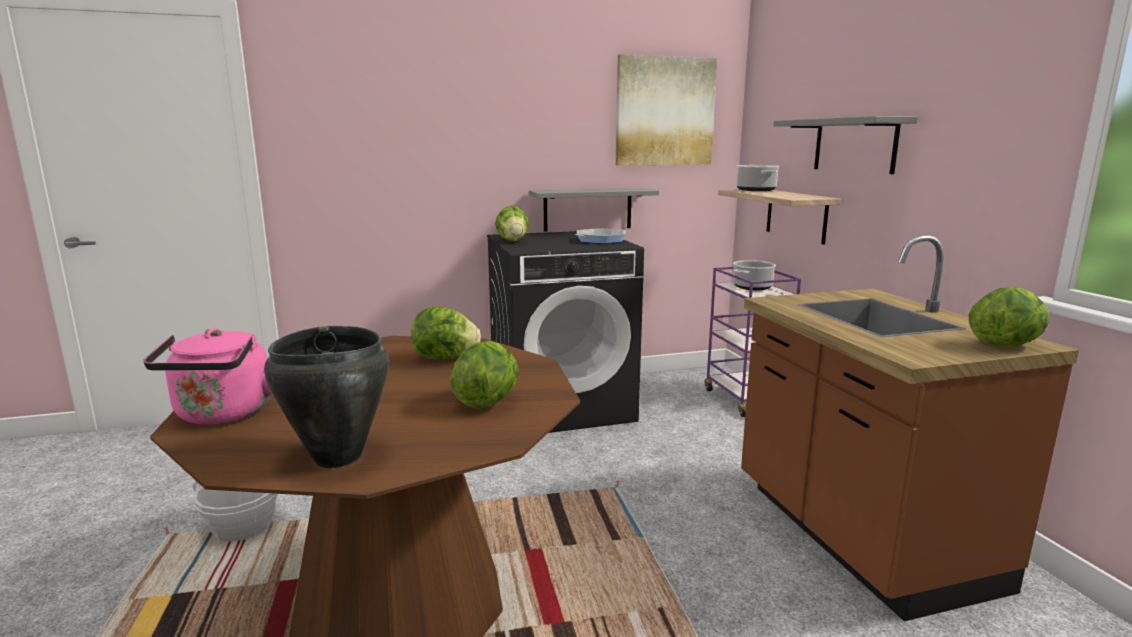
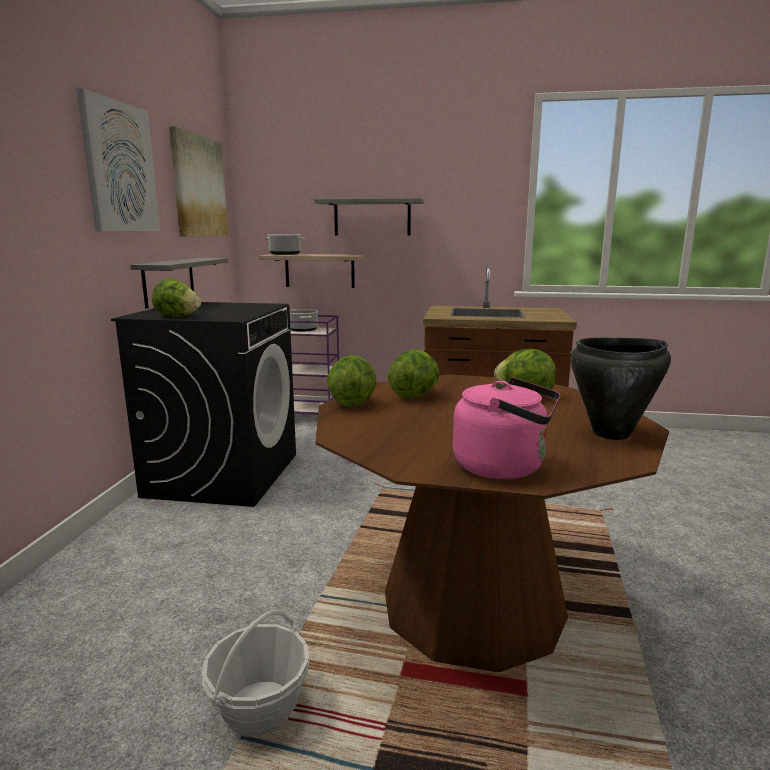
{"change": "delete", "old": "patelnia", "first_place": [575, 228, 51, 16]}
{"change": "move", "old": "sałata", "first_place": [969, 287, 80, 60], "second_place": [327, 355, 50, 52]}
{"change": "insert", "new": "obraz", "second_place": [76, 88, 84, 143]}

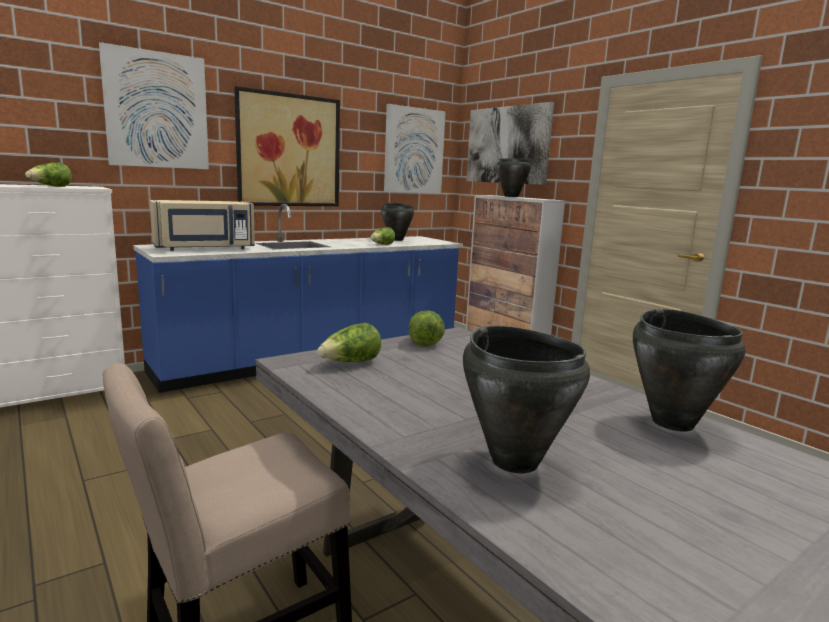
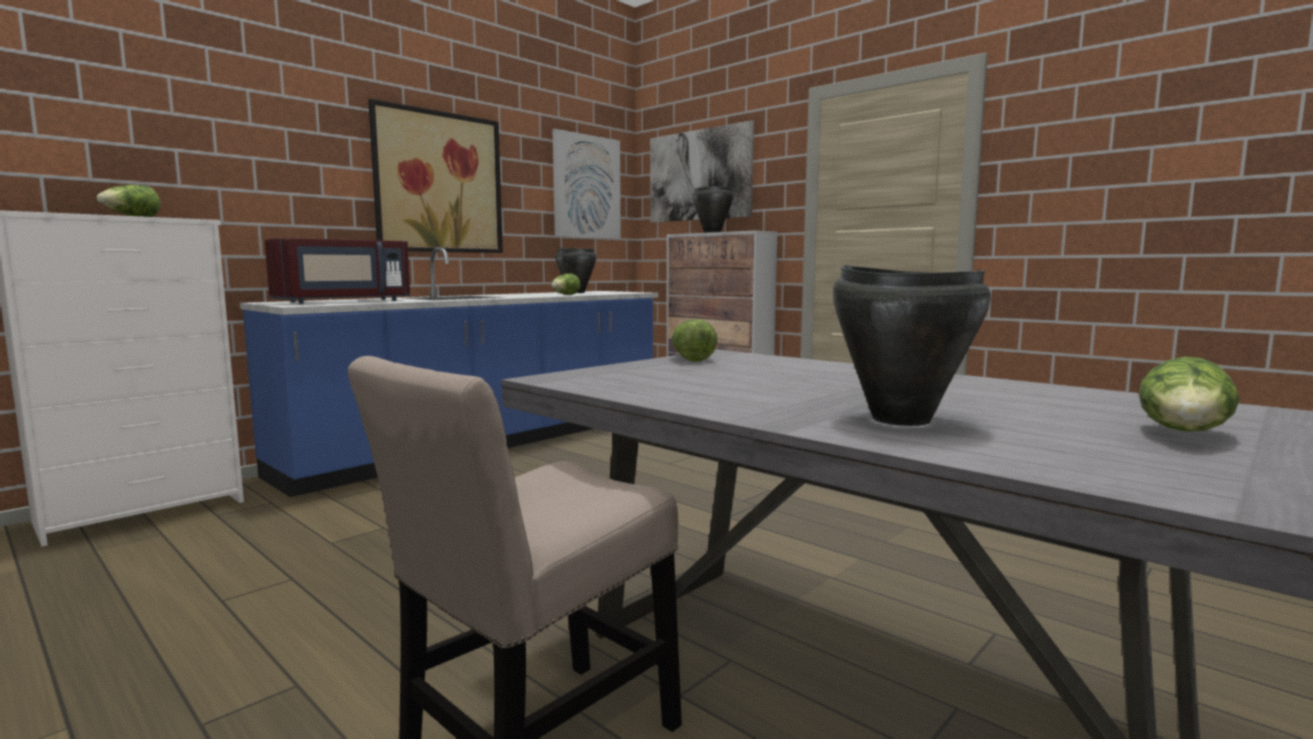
{"change": "delete", "old": "obraz", "first_place": [99, 42, 110, 127]}
{"change": "recolor", "old": "mikrofalówka [beżowy]", "new": "mikrofalówka [czerwony]", "first_place": [149, 200, 106, 51], "second_place": [265, 238, 145, 66]}
{"change": "move", "old": "sałata", "first_place": [317, 323, 64, 39], "second_place": [1139, 357, 100, 75]}
{"change": "delete", "old": "garnek [czarny]", "first_place": [633, 309, 113, 122]}

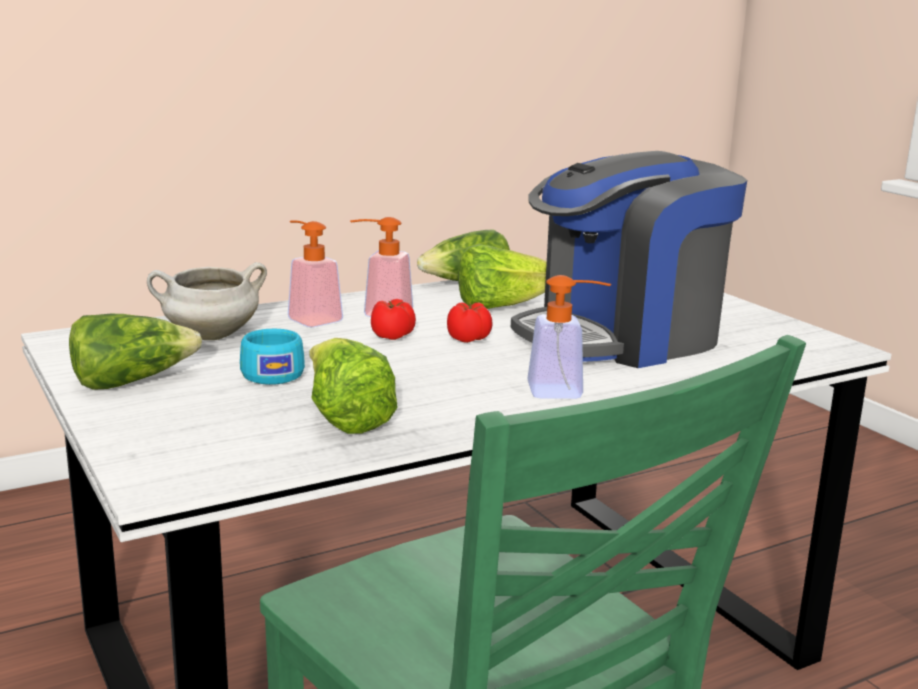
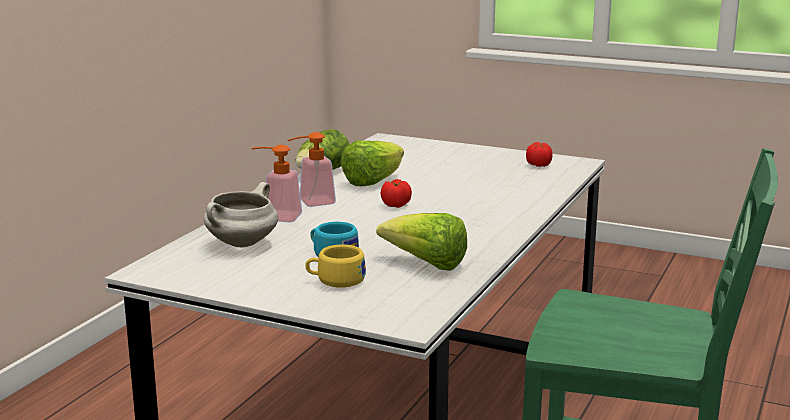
{"change": "delete", "old": "sałata", "first_place": [69, 314, 133, 76]}
{"change": "move", "old": "pomidor", "first_place": [371, 299, 45, 41], "second_place": [526, 142, 27, 25]}
{"change": "delete", "old": "ekspres do kawy", "first_place": [511, 151, 236, 217]}
{"change": "delete", "old": "dozownik mydła", "first_place": [527, 275, 84, 124]}
{"change": "insert", "new": "filiżanka [żółty]", "second_place": [305, 244, 61, 44]}

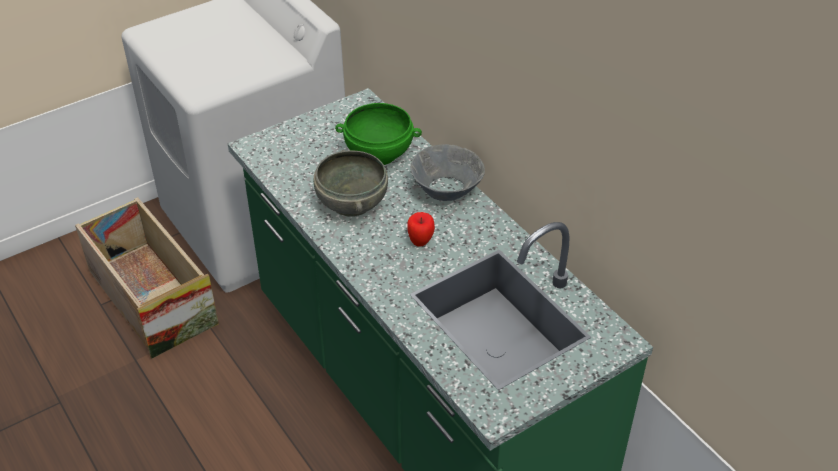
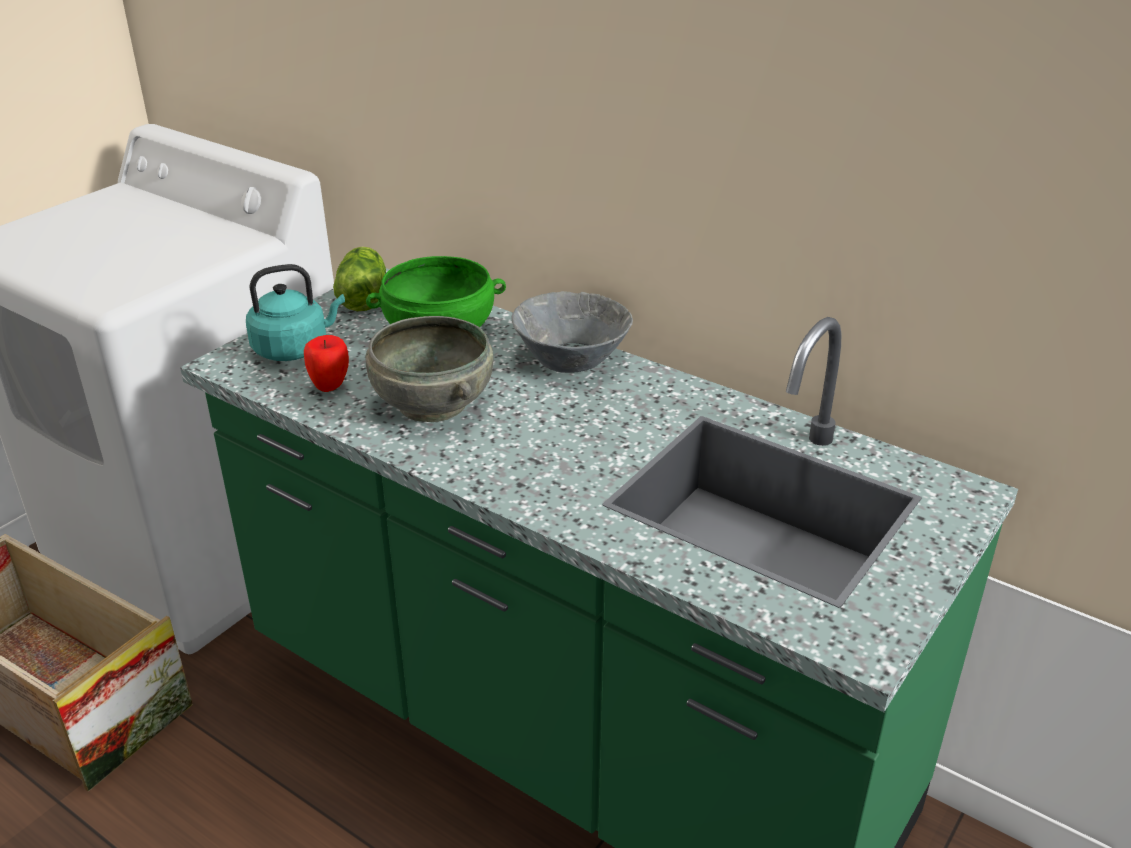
{"change": "move", "old": "jabłko", "first_place": [407, 212, 28, 35], "second_place": [304, 335, 45, 57]}
{"change": "insert", "new": "czajnik [turkusowy]", "second_place": [246, 264, 99, 97]}
{"change": "insert", "new": "sałata", "second_place": [333, 247, 53, 64]}

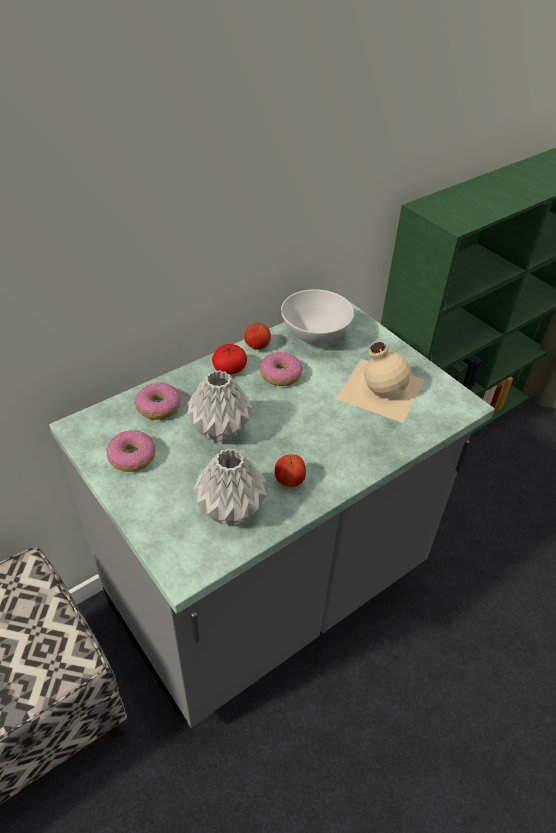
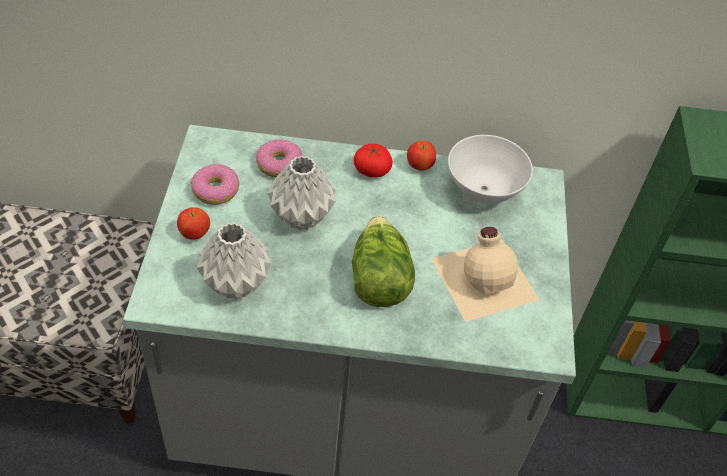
{"change": "delete", "old": "donut", "first_place": [260, 352, 43, 34]}
{"change": "move", "old": "jabłko", "first_place": [275, 455, 31, 32], "second_place": [177, 207, 33, 33]}
{"change": "insert", "new": "sałata", "second_place": [352, 216, 63, 91]}

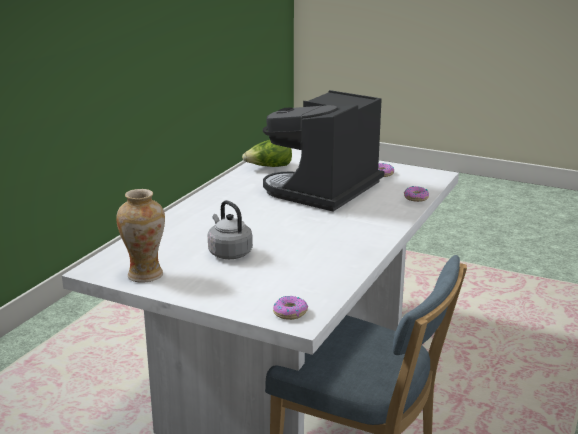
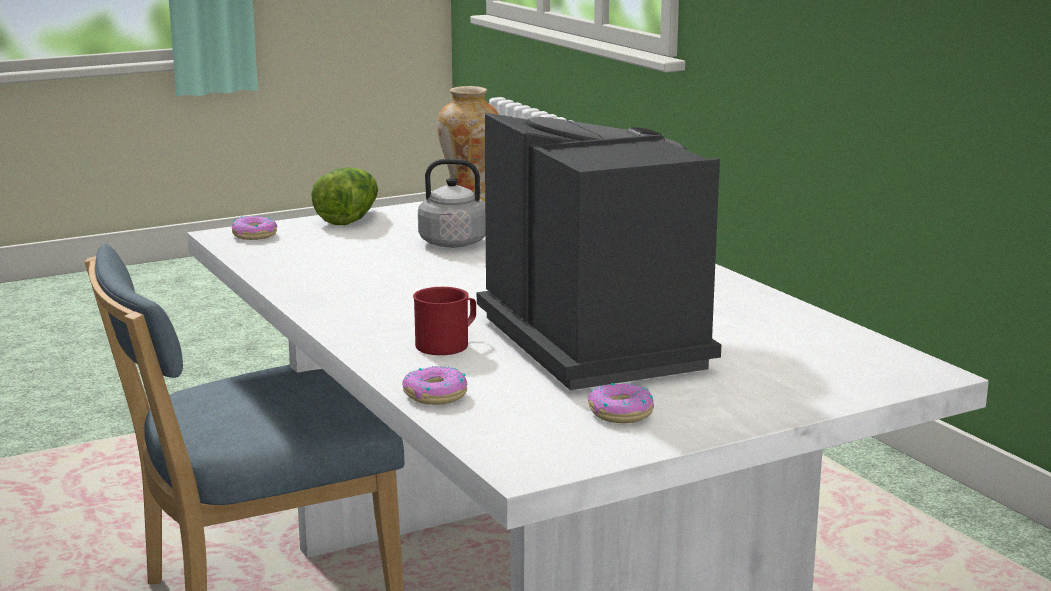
{"change": "move", "old": "sałata", "first_place": [242, 140, 50, 27], "second_place": [311, 168, 67, 57]}
{"change": "insert", "new": "kubek [czerwony]", "second_place": [413, 287, 63, 68]}

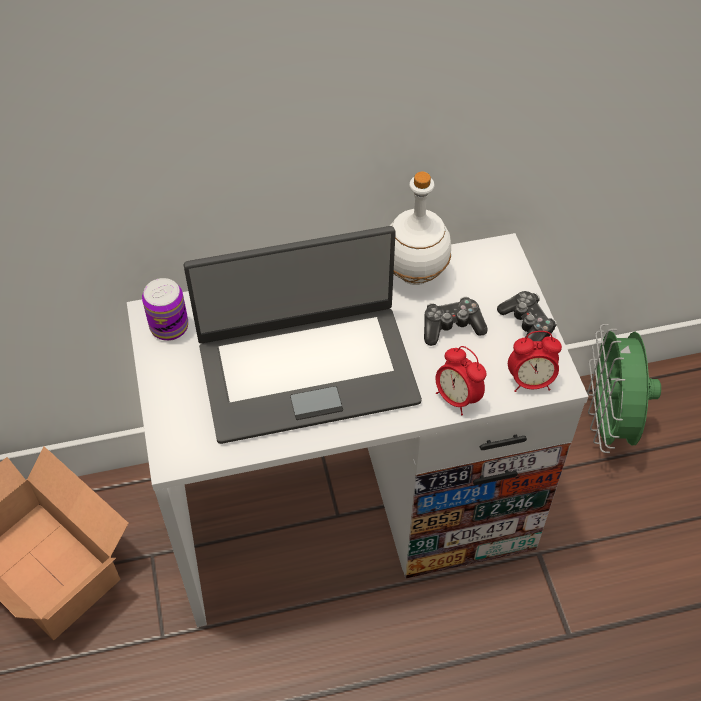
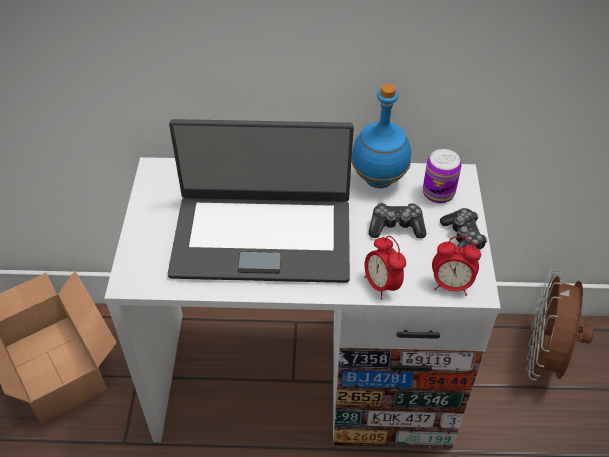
{"change": "move", "old": "puszka", "first_place": [142, 278, 46, 63], "second_place": [423, 149, 39, 54]}
{"change": "recolor", "old": "butelka [biały]", "new": "butelka [niebieski]", "first_place": [390, 172, 61, 113], "second_place": [352, 84, 59, 105]}
{"change": "recolor", "old": "wentylator [zielony]", "new": "wentylator [brązowy]", "first_place": [587, 324, 74, 129], "second_place": [526, 269, 68, 112]}

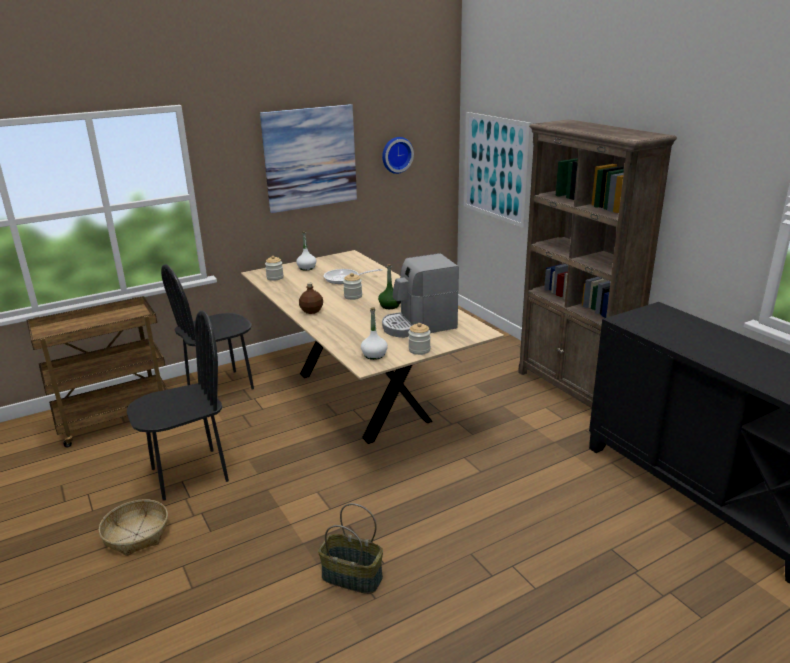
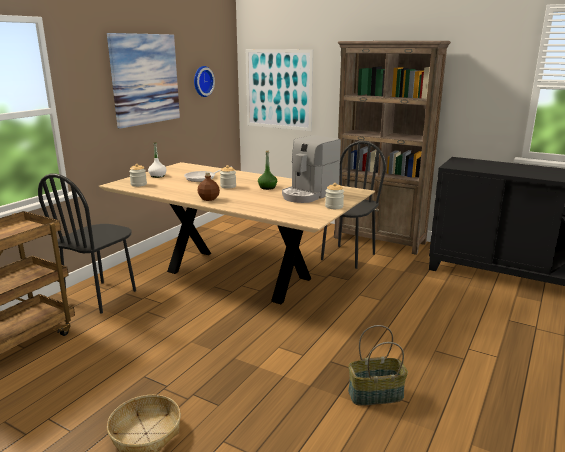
{"change": "move", "old": "krzesło [czarny]", "first_place": [127, 310, 102, 191], "second_place": [321, 141, 65, 128]}
{"change": "delete", "old": "butelka [biały]", "first_place": [361, 307, 27, 53]}

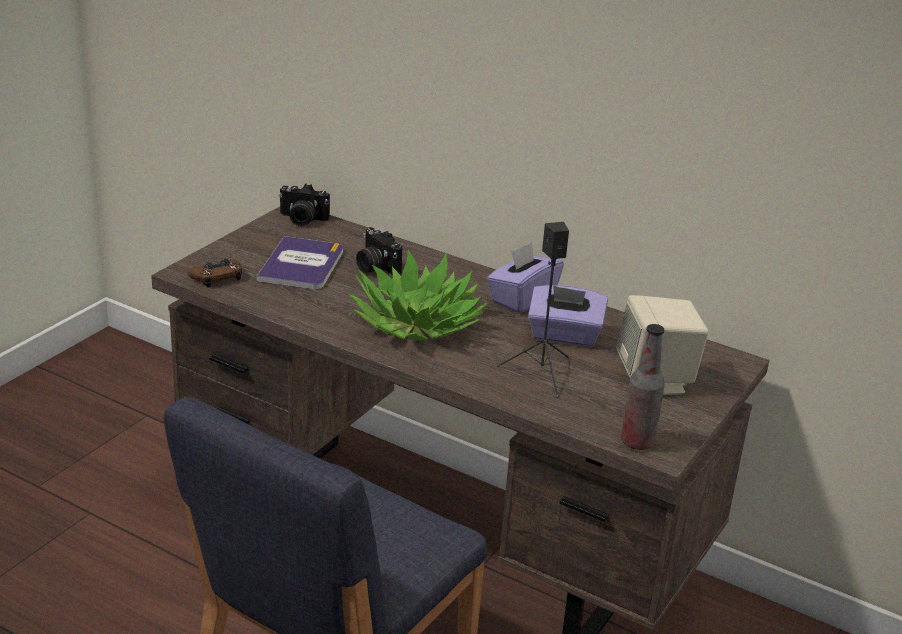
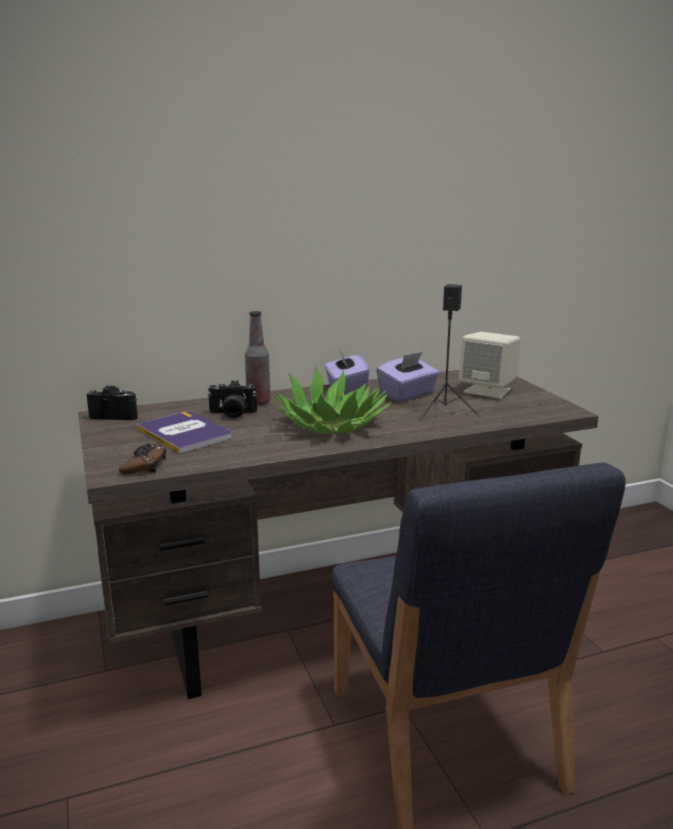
{"change": "rotate", "old": "aparat fotograficzny", "first_place": [279, 184, 51, 42], "second_place": [87, 386, 51, 34], "degrees": -135}
{"change": "move", "old": "butelka", "first_place": [621, 324, 44, 126], "second_place": [245, 311, 26, 94]}

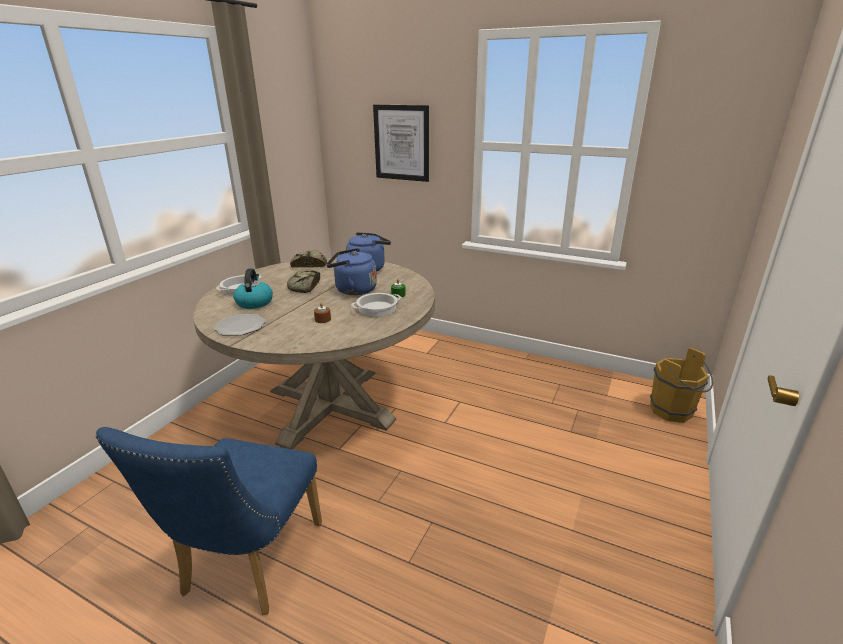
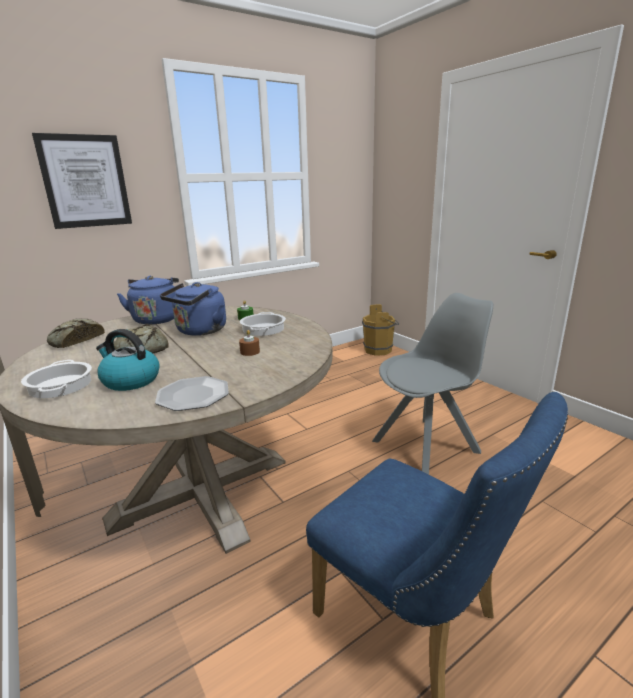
{"change": "insert", "new": "krzesło [szary]", "second_place": [372, 293, 121, 181]}

